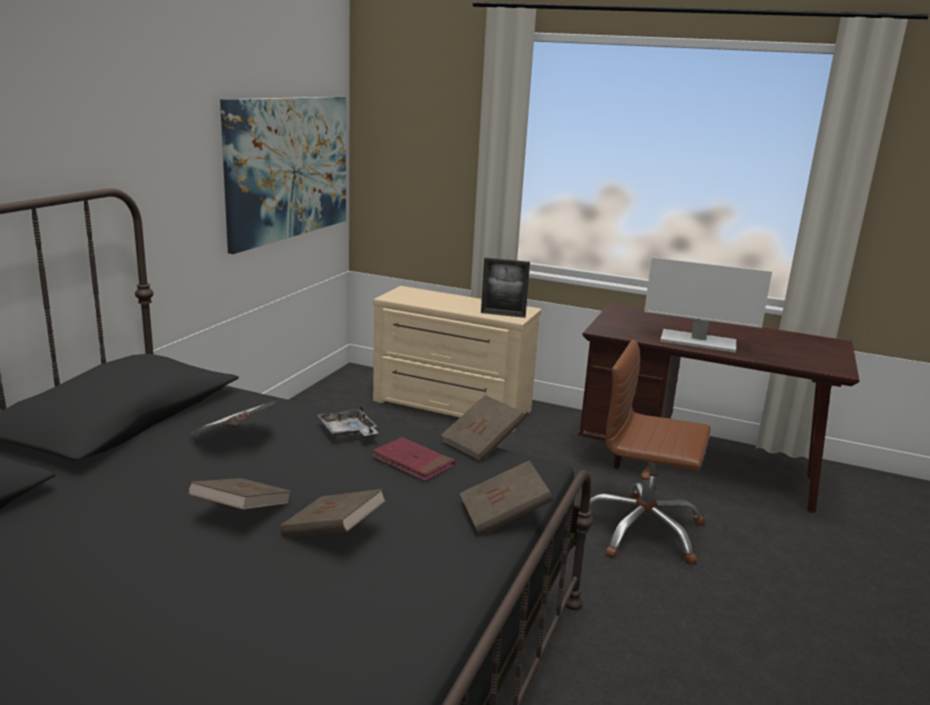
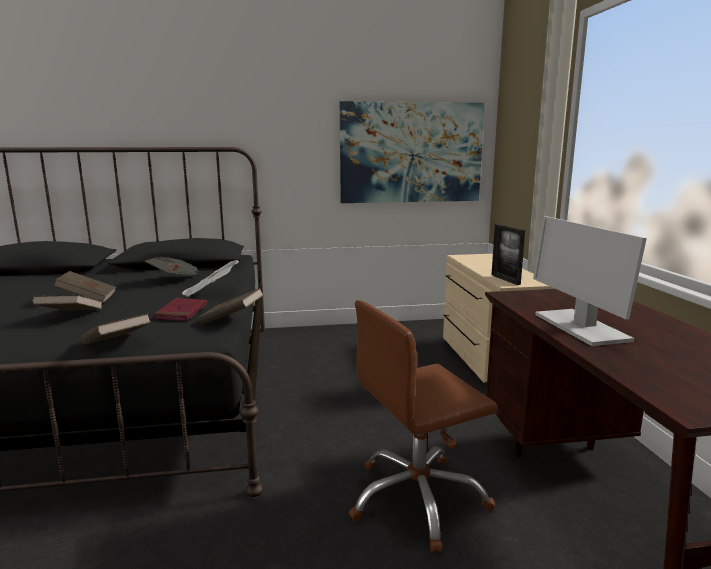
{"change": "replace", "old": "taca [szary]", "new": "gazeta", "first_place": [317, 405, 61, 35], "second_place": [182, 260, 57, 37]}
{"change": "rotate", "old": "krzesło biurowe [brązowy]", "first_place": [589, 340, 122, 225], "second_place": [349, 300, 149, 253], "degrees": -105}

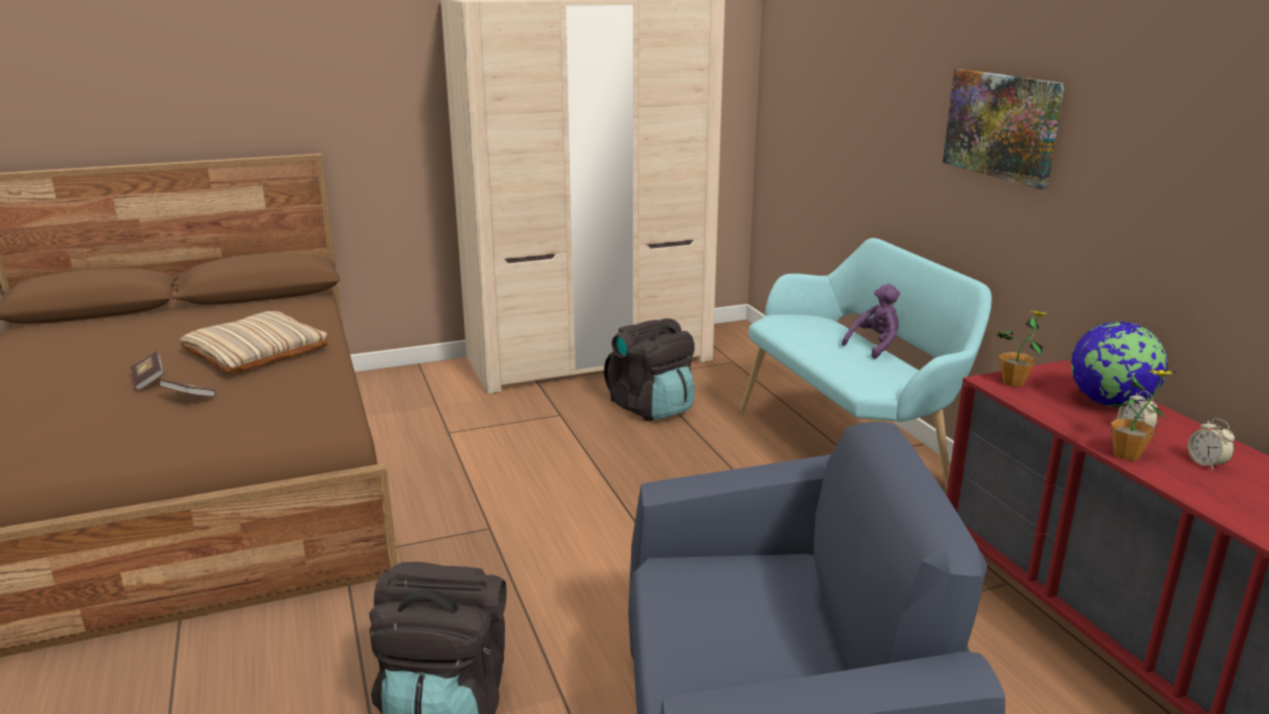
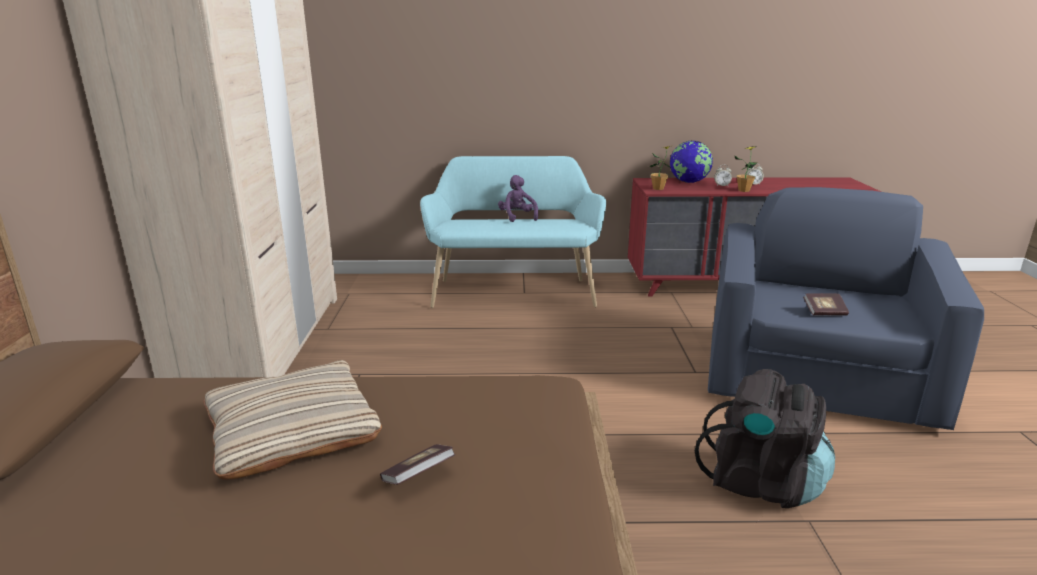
{"change": "move", "old": "książka", "first_place": [131, 351, 33, 40], "second_place": [803, 293, 46, 22]}
{"change": "delete", "old": "plecak [czarny]", "first_place": [604, 318, 91, 103]}
{"change": "delete", "old": "obraz", "first_place": [943, 69, 122, 120]}

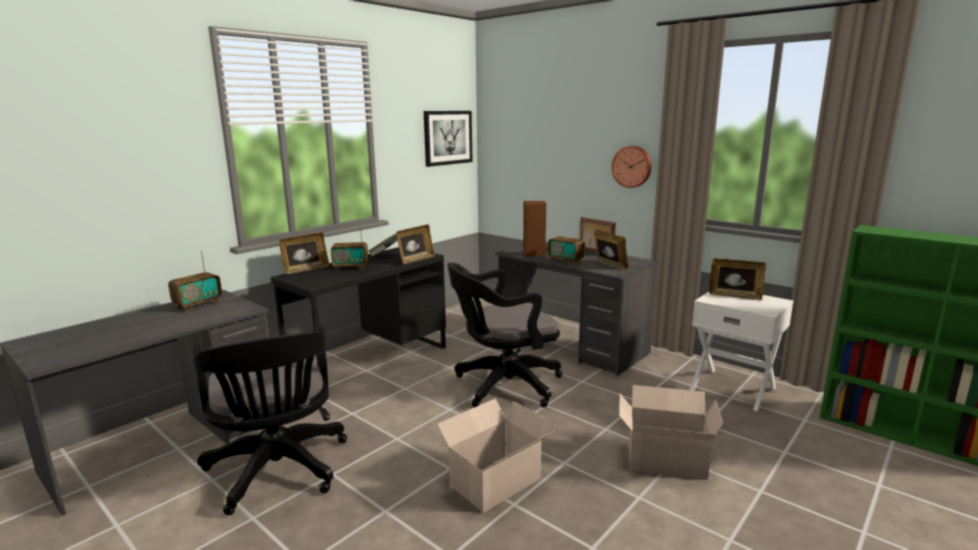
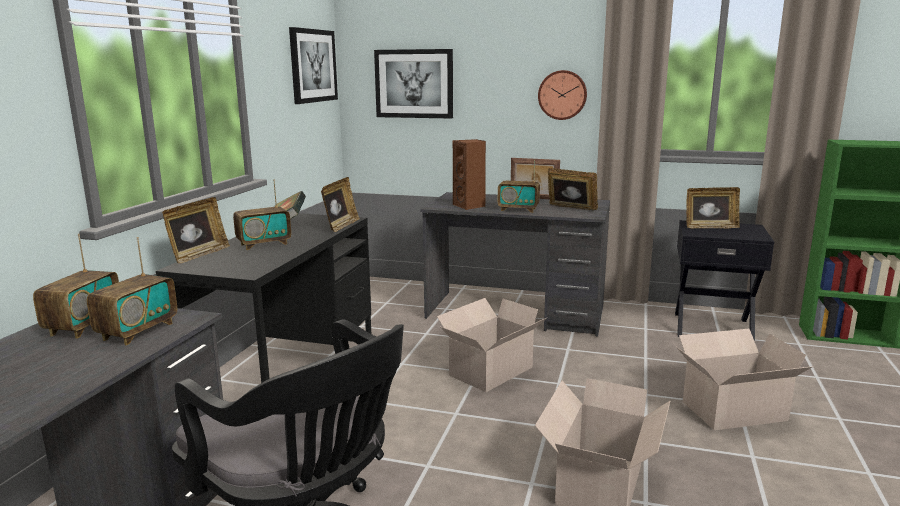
{"change": "replace", "old": "krzesło biurowe [czarny]", "new": "karton", "first_place": [447, 263, 116, 145], "second_place": [437, 298, 111, 94]}
{"change": "recolor", "old": "szafka nocna [biały]", "new": "szafka nocna [czarny]", "first_place": [690, 292, 104, 119], "second_place": [675, 220, 99, 121]}
{"change": "insert", "new": "radio", "second_place": [87, 237, 90, 108]}
{"change": "insert", "new": "obraz", "second_place": [374, 49, 79, 70]}

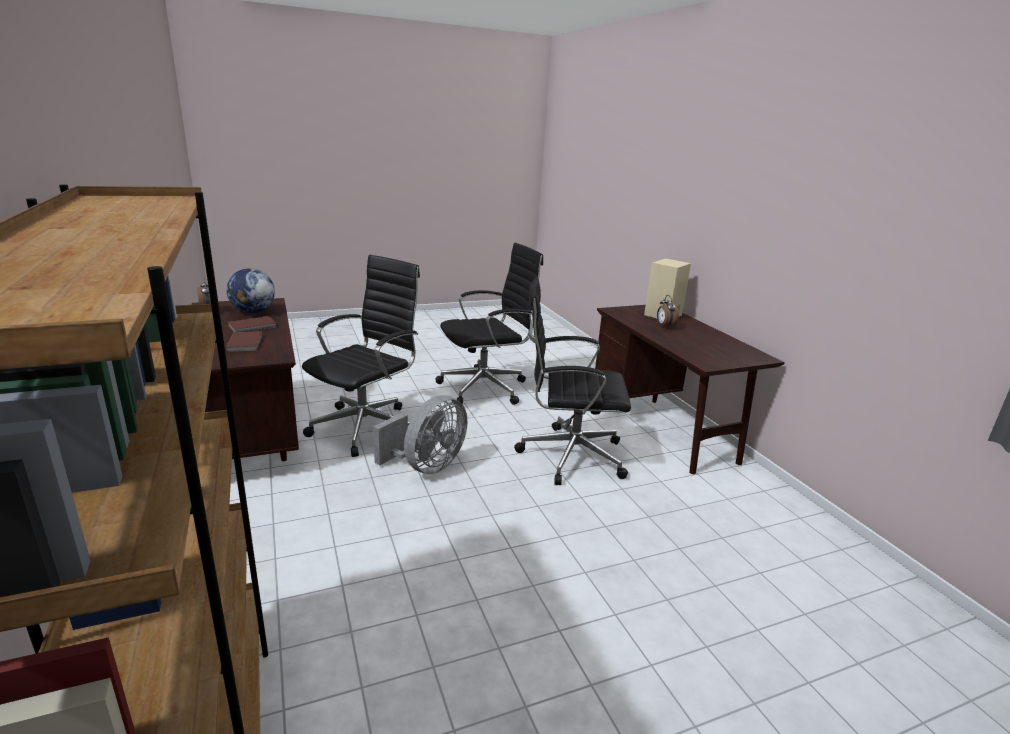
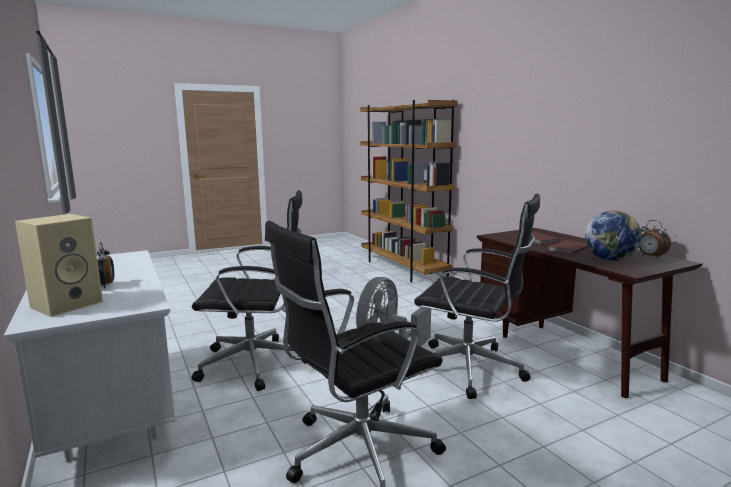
{"change": "rotate", "old": "krzesło biurowe [czarny]", "first_place": [302, 255, 118, 202], "second_place": [414, 194, 126, 205], "degrees": -90}
{"change": "recolor", "old": "biurko [brązowy]", "new": "biurko [biały]", "first_place": [595, 305, 190, 169], "second_place": [4, 250, 171, 212]}

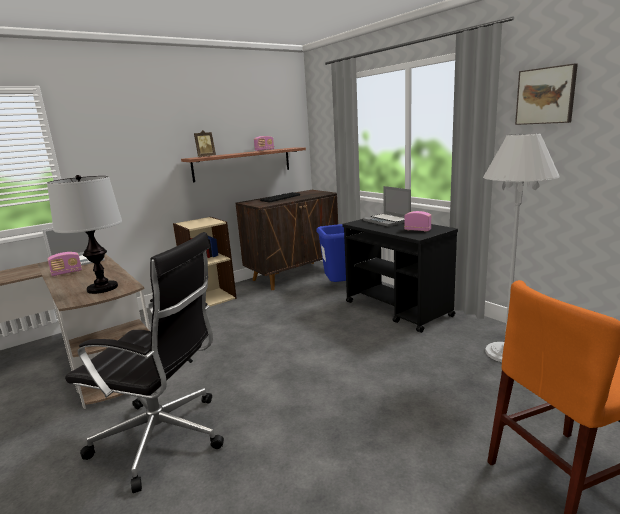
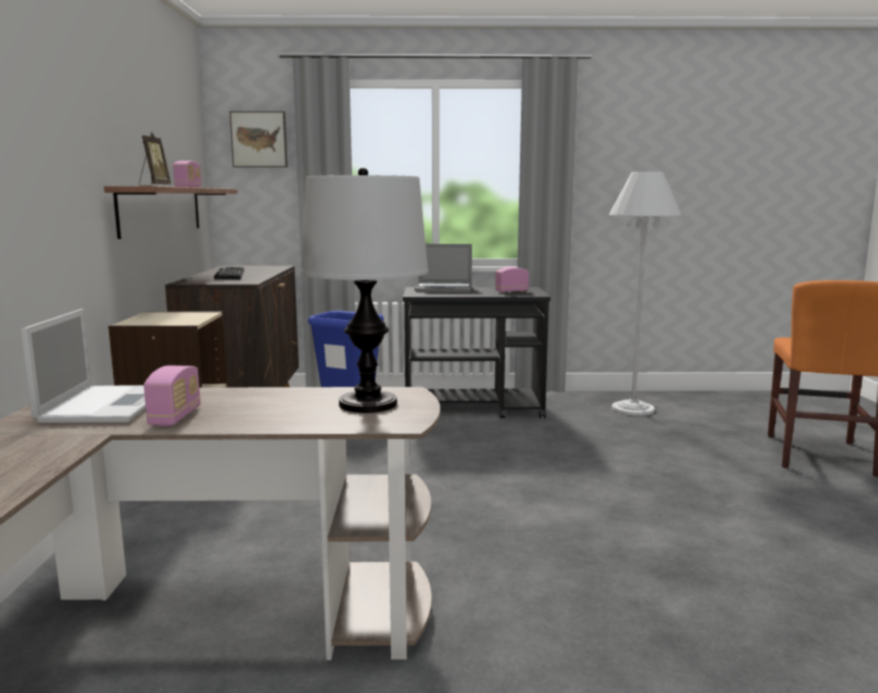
{"change": "delete", "old": "krzesło biurowe [czarny]", "first_place": [65, 232, 159, 261]}
{"change": "move", "old": "obraz", "first_place": [515, 63, 63, 62], "second_place": [230, 111, 58, 56]}

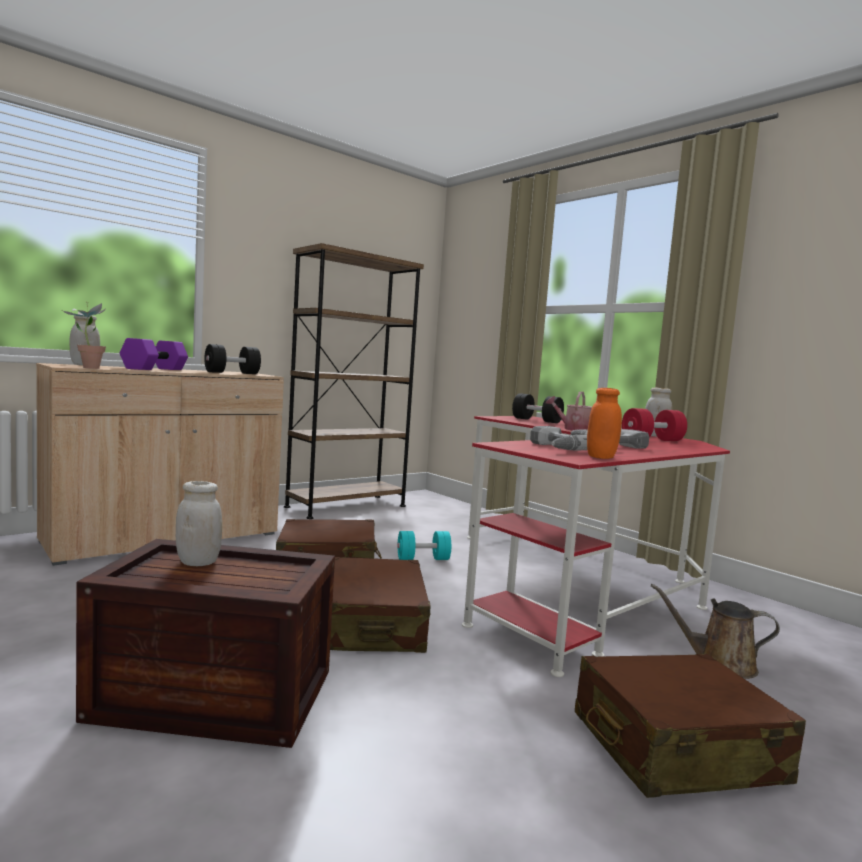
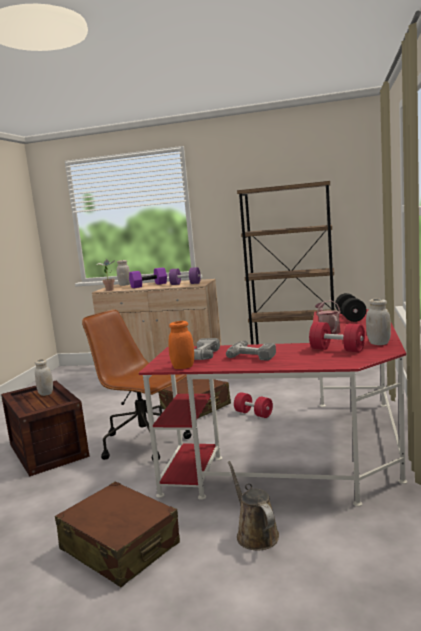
{"change": "recolor", "old": "hantel [czarny]", "new": "hantel [fioletowy]", "first_place": [204, 344, 57, 30], "second_place": [169, 267, 32, 18]}
{"change": "replace", "old": "walizka [brązowy]", "new": "krzesło biurowe [brązowy]", "first_place": [330, 557, 101, 96], "second_place": [82, 309, 110, 151]}
{"change": "recolor", "old": "hantel [turkusowy]", "new": "hantel [czerwony]", "first_place": [398, 531, 53, 29], "second_place": [234, 392, 39, 26]}

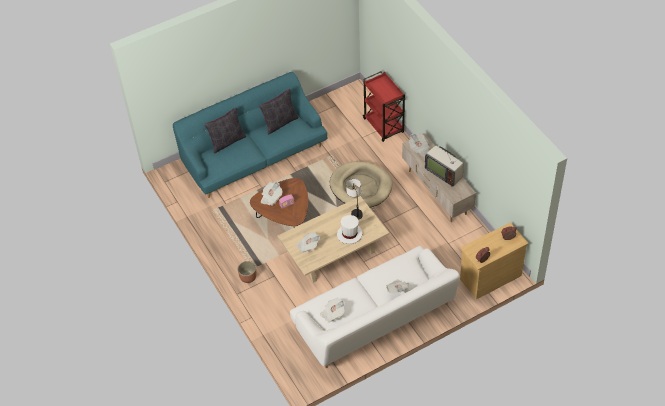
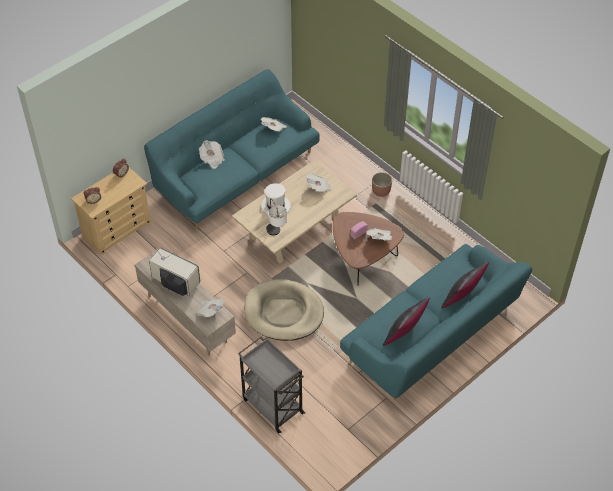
{"change": "recolor", "old": "kanapa [biały]", "new": "kanapa [turkusowy]", "first_place": [290, 246, 170, 122], "second_place": [144, 69, 176, 159]}
{"change": "recolor", "old": "wózek [czerwony]", "new": "wózek [szary]", "first_place": [363, 71, 42, 71], "second_place": [238, 337, 67, 96]}

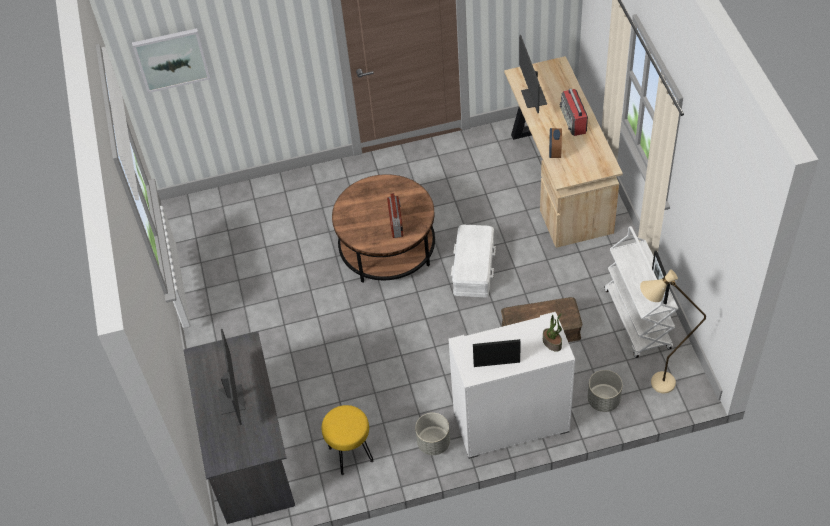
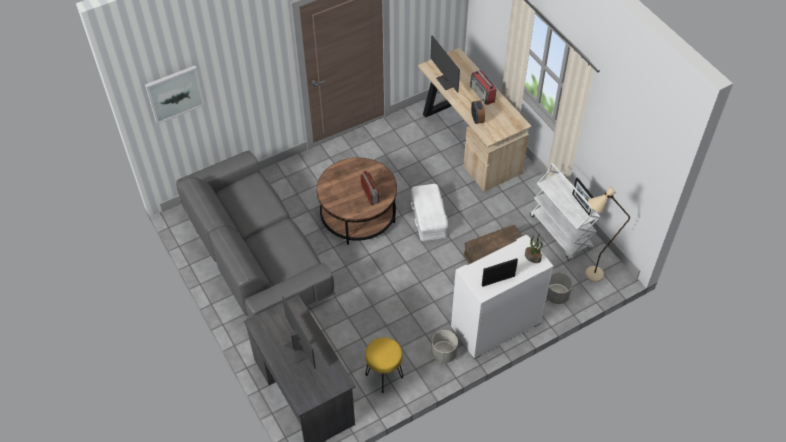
{"change": "insert", "new": "kanapa [szary]", "second_place": [176, 151, 159, 168]}

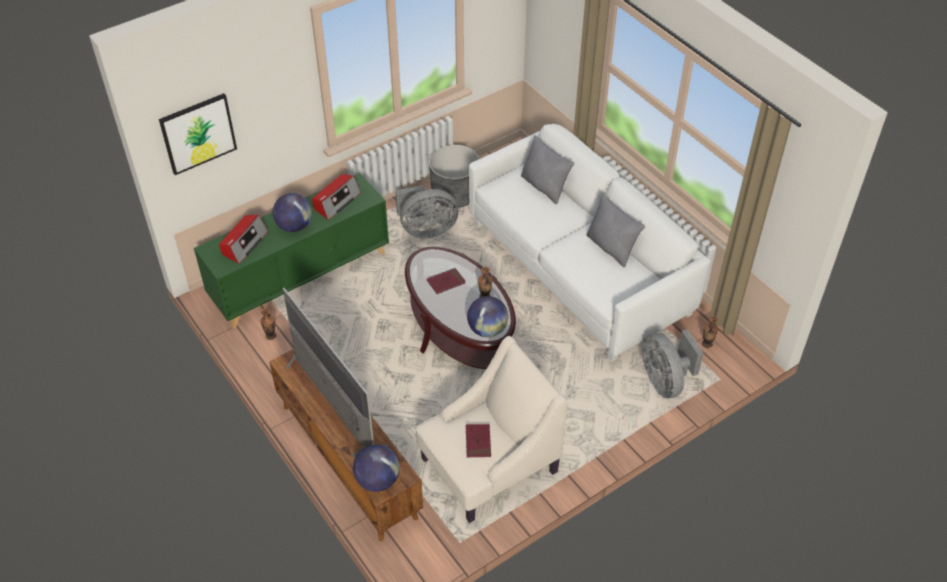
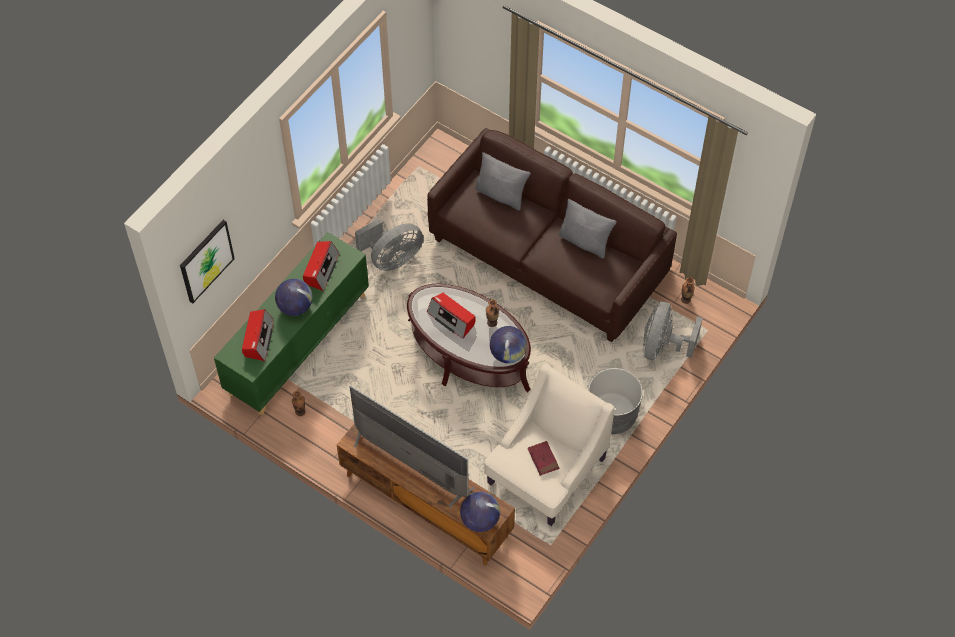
{"change": "replace", "old": "książka [czerwony]", "new": "radio", "first_place": [427, 268, 38, 26], "second_place": [427, 293, 49, 46]}
{"change": "move", "old": "donica [szary]", "first_place": [429, 145, 50, 63], "second_place": [588, 368, 55, 66]}
{"change": "recolor", "old": "kanapa [biały]", "new": "kanapa [brązowy]", "first_place": [469, 124, 242, 238], "second_place": [427, 128, 250, 214]}
{"change": "rotate", "old": "wentylator [szary]", "first_place": [642, 329, 61, 69], "second_place": [643, 302, 60, 58], "degrees": 60}

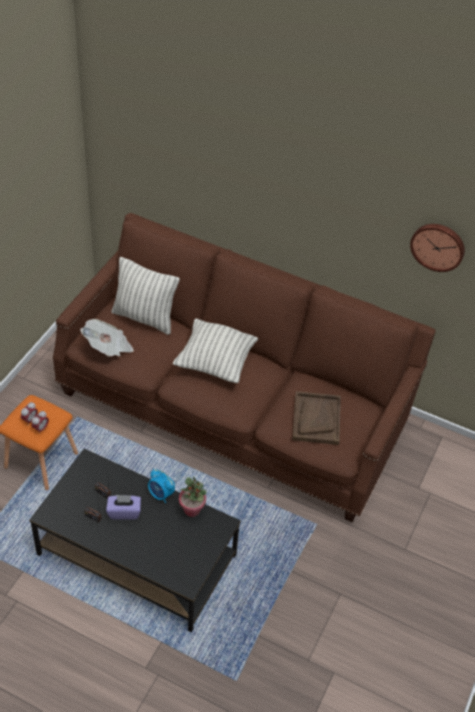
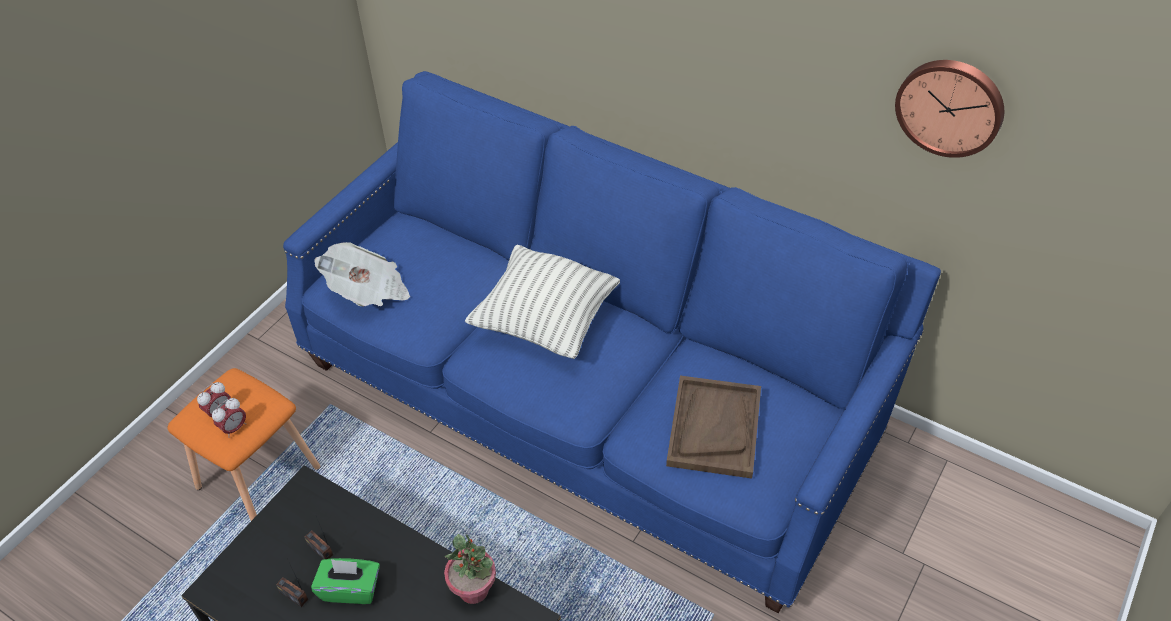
{"change": "recolor", "old": "kanapa [brązowy]", "new": "kanapa [niebieski]", "first_place": [53, 213, 383, 309], "second_place": [283, 71, 658, 542]}
{"change": "recolor", "old": "pudełko chusteczek [fioletowy]", "new": "pudełko chusteczek [zielony]", "first_place": [106, 495, 35, 25], "second_place": [311, 558, 69, 46]}
{"change": "delete", "old": "poduszka", "first_place": [111, 257, 68, 78]}
{"change": "delete", "old": "budzik", "first_place": [148, 469, 27, 34]}

